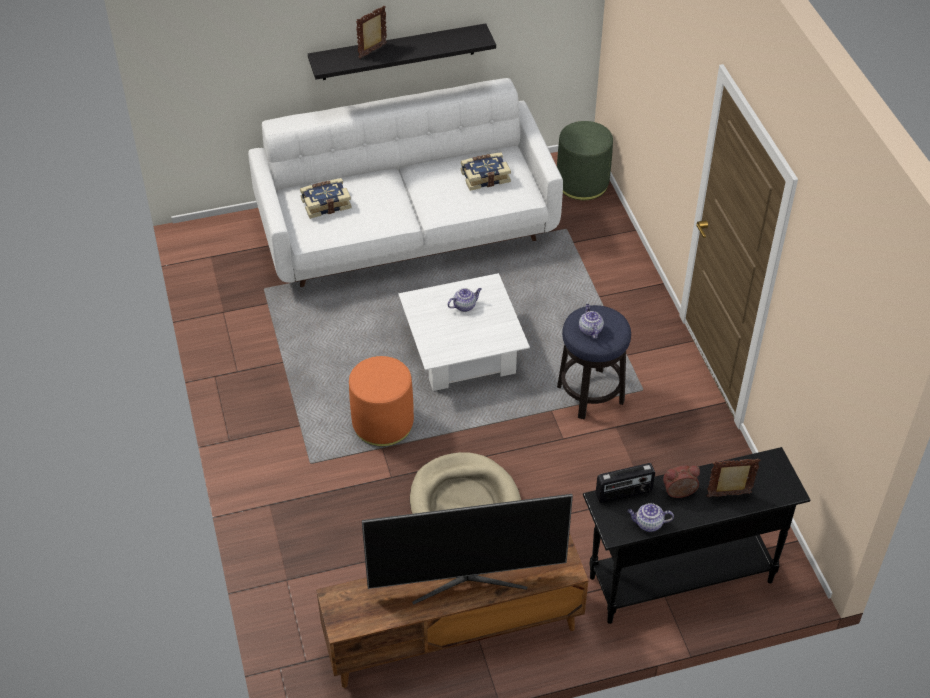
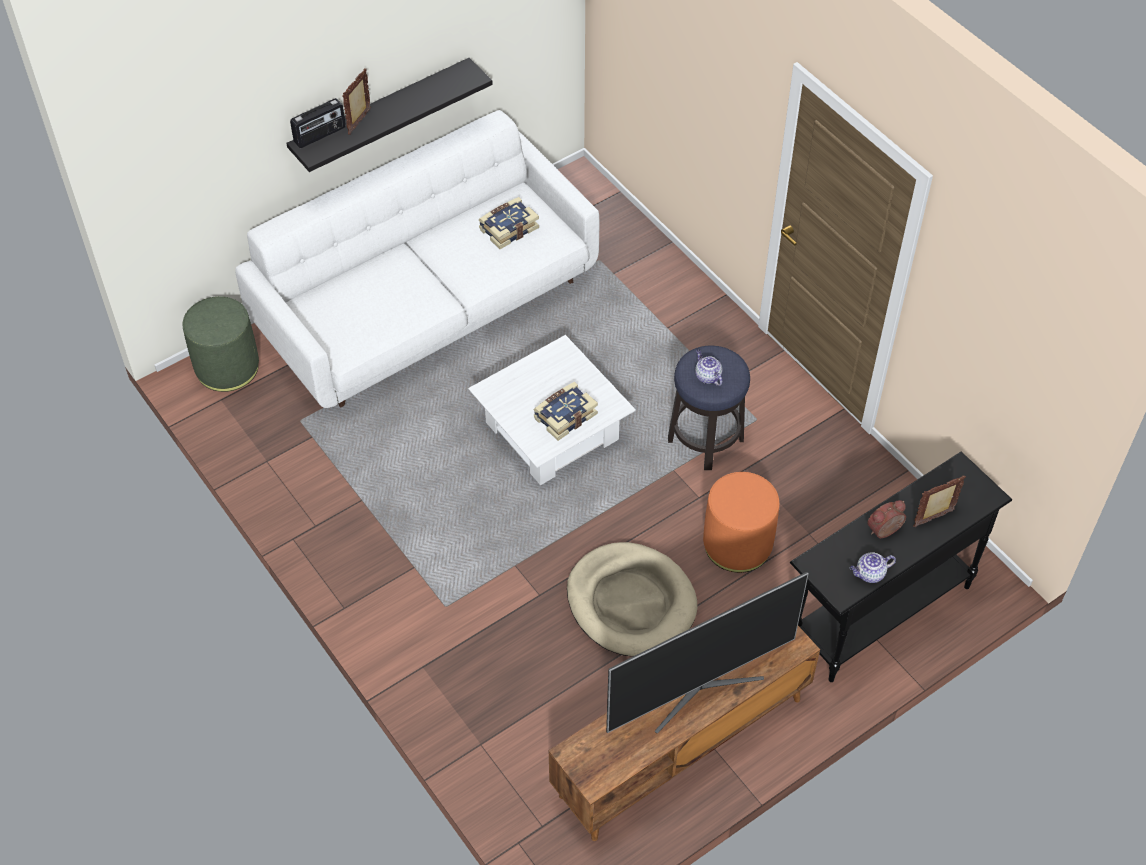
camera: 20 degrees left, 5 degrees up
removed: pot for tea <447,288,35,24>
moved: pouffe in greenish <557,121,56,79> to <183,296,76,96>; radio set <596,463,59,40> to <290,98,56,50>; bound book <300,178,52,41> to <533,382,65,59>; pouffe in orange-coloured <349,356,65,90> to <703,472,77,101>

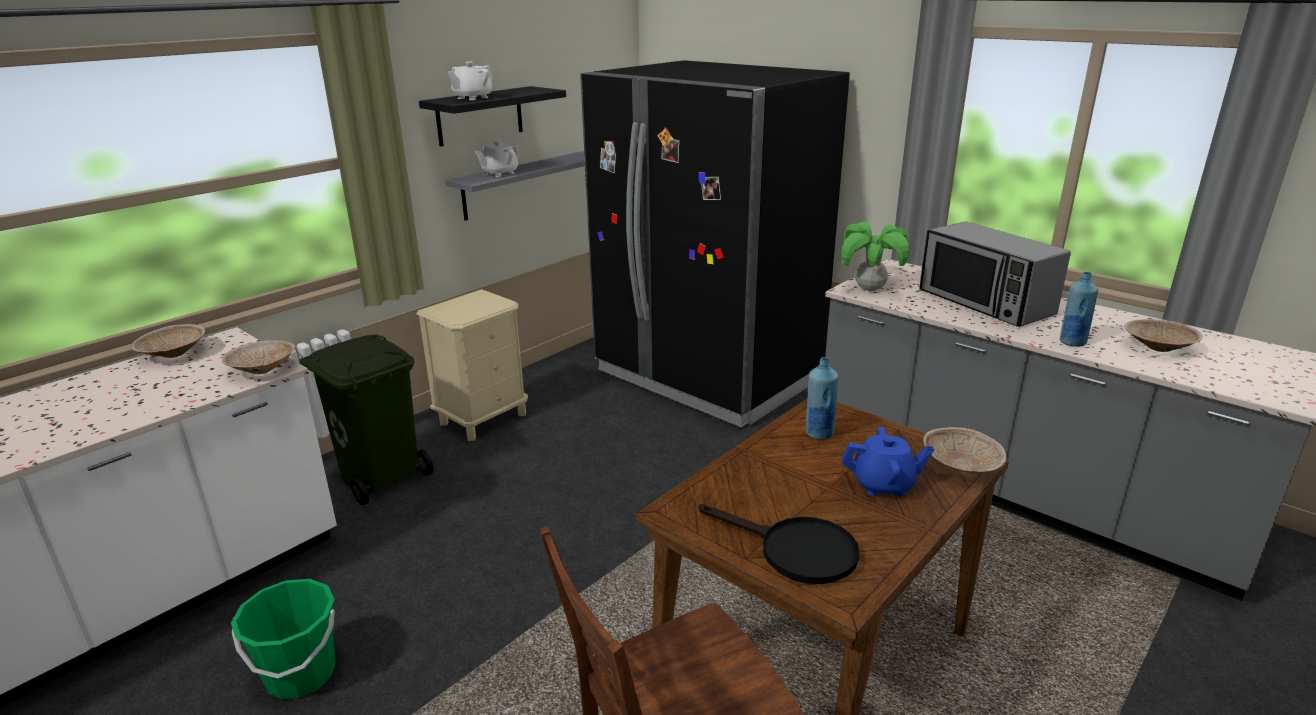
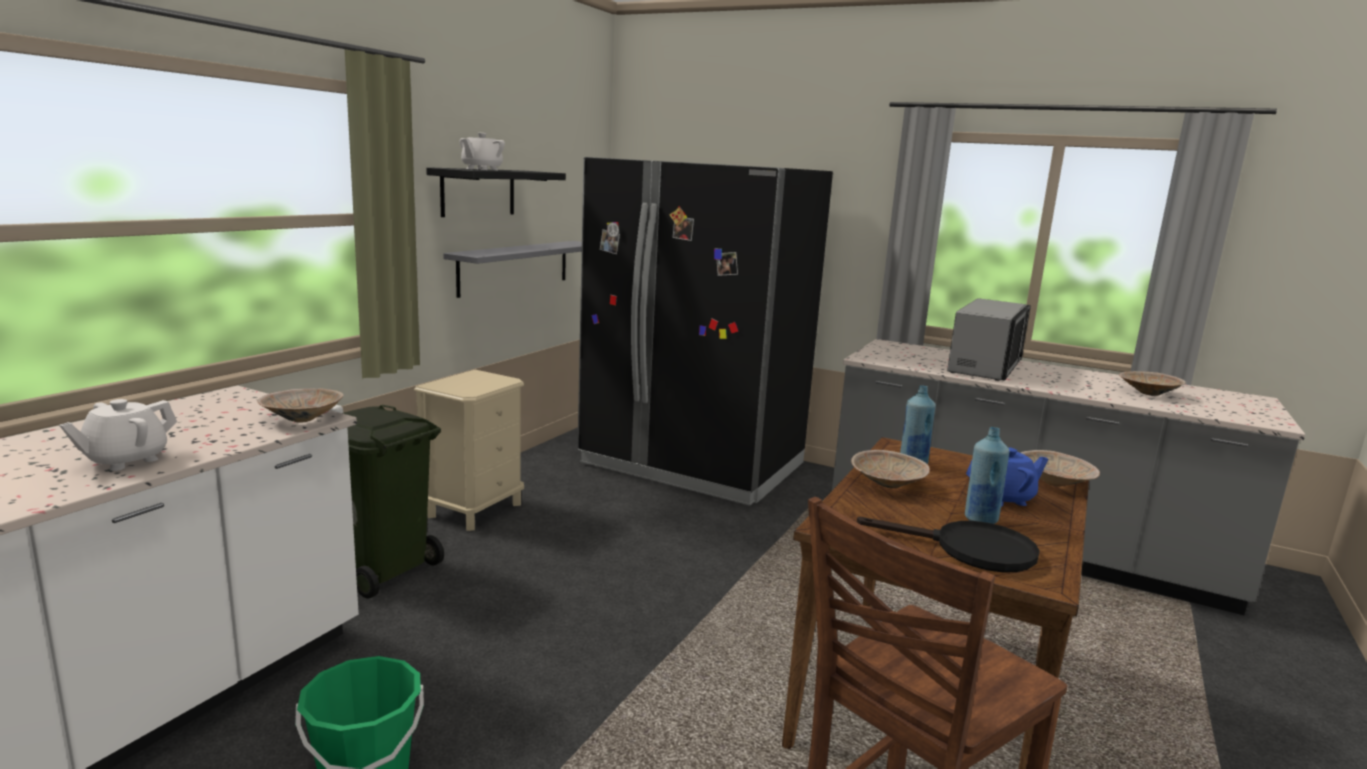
camera: 15 degrees left, 10 degrees down
removed: houseplant <841,222,68,69>
moved: pot for tea in white-coloured <475,141,46,36> to <59,399,118,72>; deep dish in beige-coloured <131,324,74,34> to <851,450,79,38>; drink bottle in blue <1060,272,38,75> to <965,427,44,97>
turned: microwave oven <919,221,152,106> = <947,298,84,83> 105 degrees counterclockwise

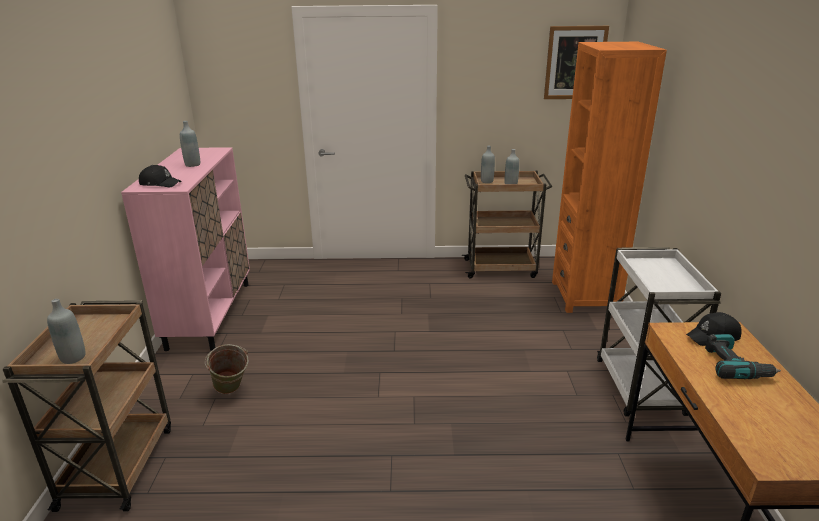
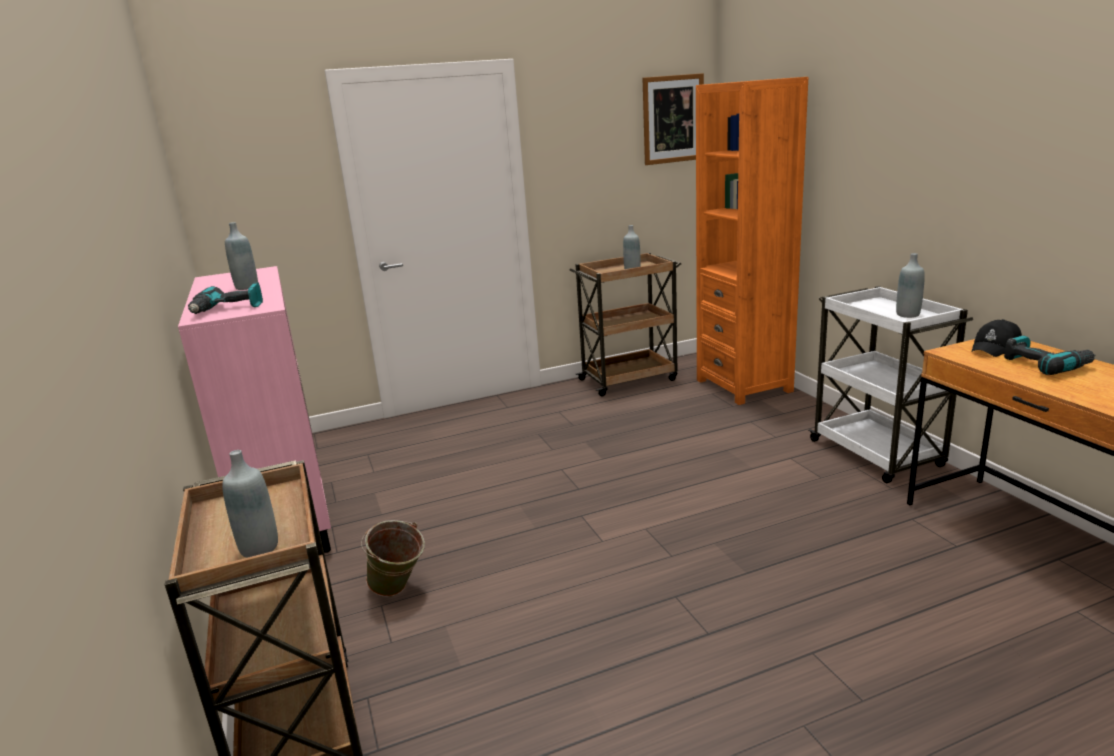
camera: 20 degrees left, 5 degrees down
moved: drink bottle in grey <481,146,14,37> to <896,253,29,65>
replaced: cap in blackish <139,165,42,22> to drill <188,282,75,32>

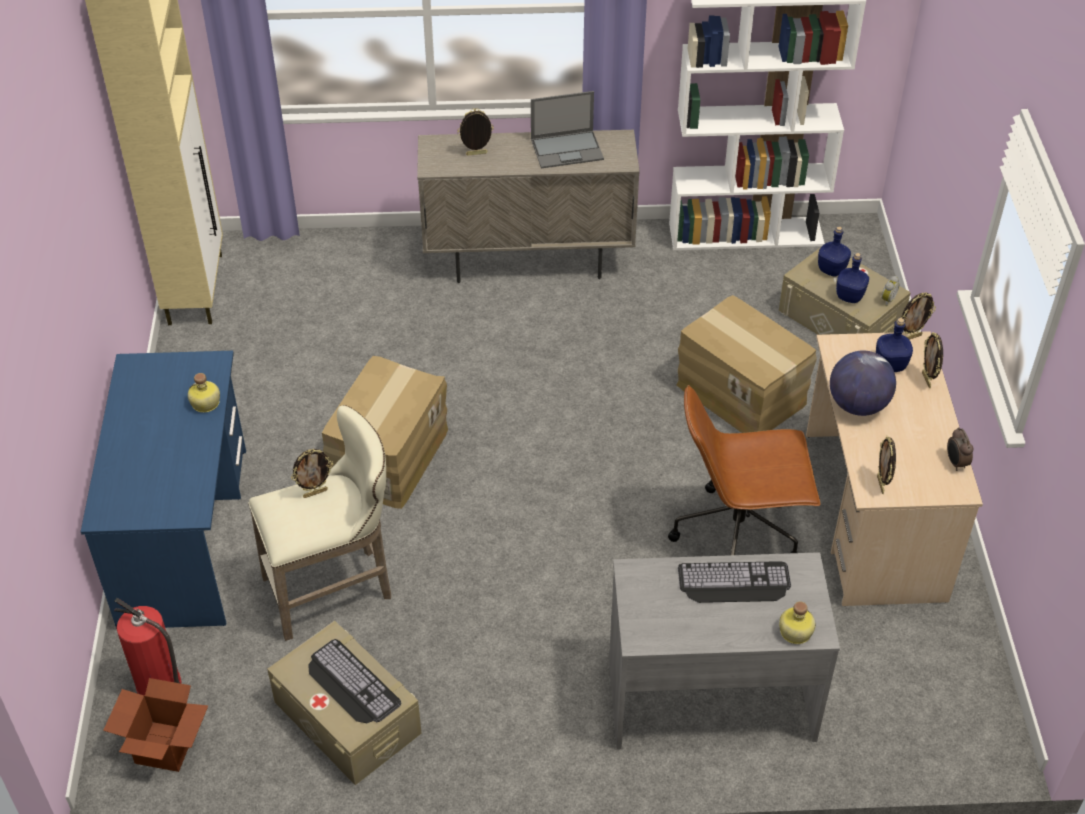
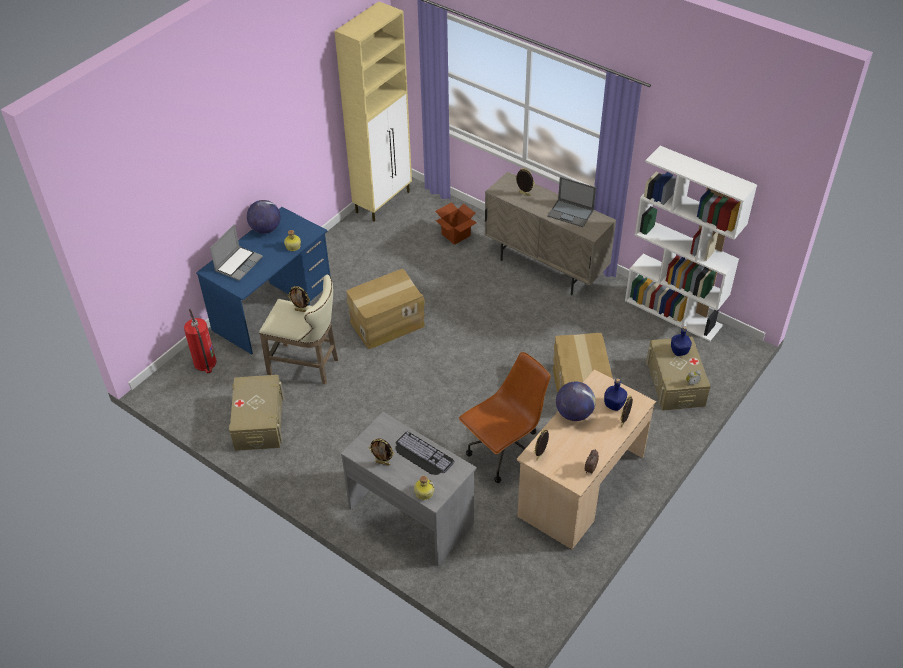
camera: 40 degrees right, 0 degrees up
removed: PC keyboard <308,639,94,84>; drink bottle in blue <836,253,33,50>
added: notebook computer <210,224,53,57>; globe <247,200,34,34>
moved: photo frame <901,293,35,47> to <368,438,26,27>; cardboard box <103,678,105,94> to <435,202,42,43>
turned: computer chair in brownish <668,385,153,170> = <459,352,92,131> 105 degrees clockwise

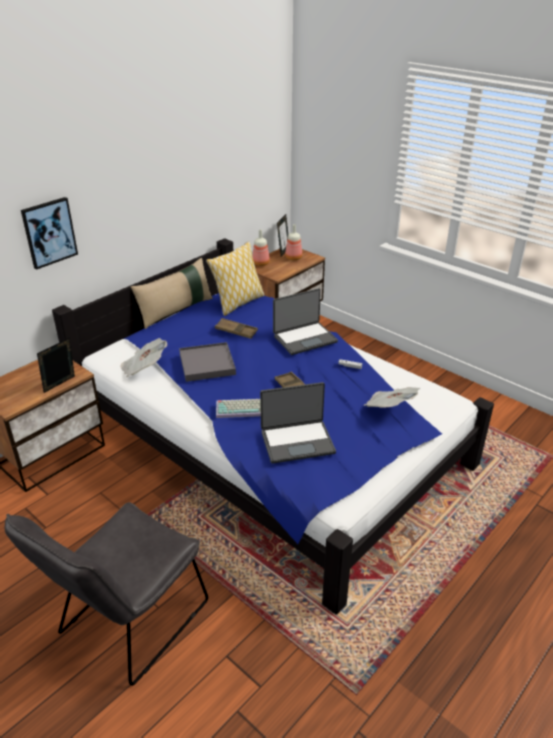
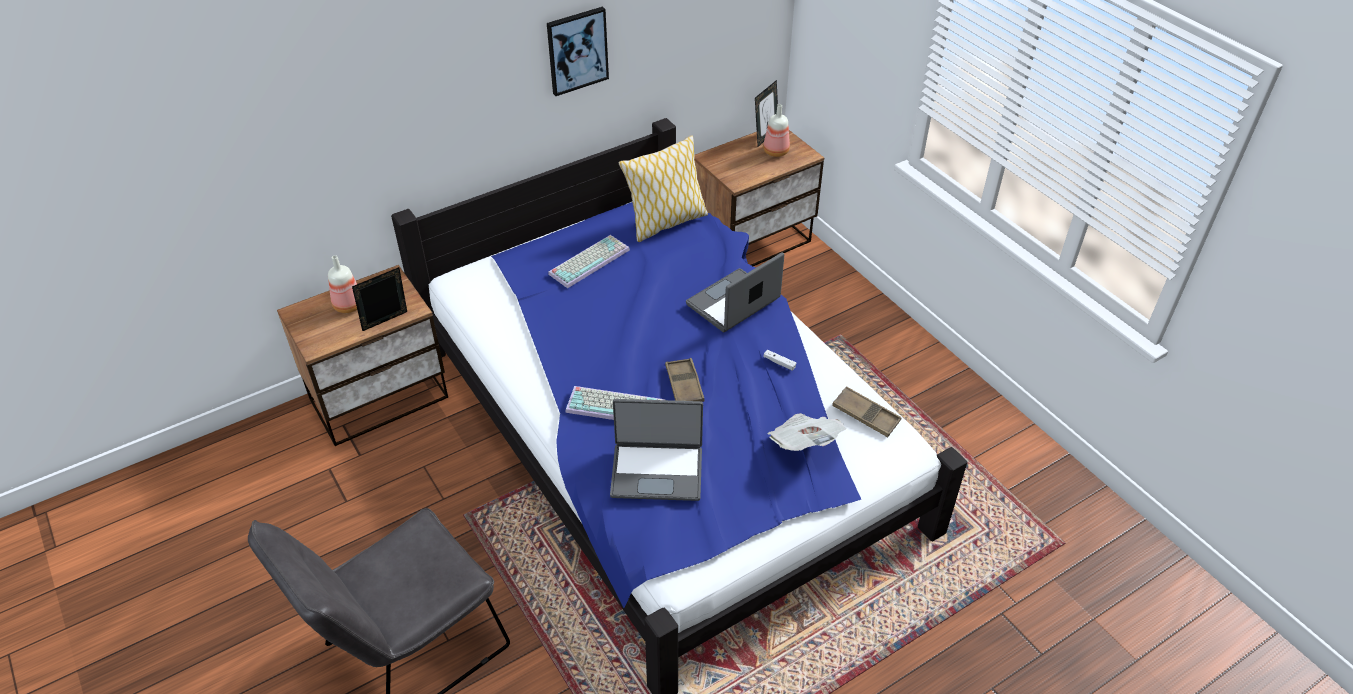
camera: 15 degrees right, 10 degrees up
removed: daily paper <120,338,47,39>; throw pillow in beige-coloured <131,258,82,71>; tray in grey <179,342,57,40>
added: PC keyboard <548,235,82,53>
moved: drink bottle <252,229,18,37> to <328,255,29,58>; wall art <21,197,57,72> to <547,7,62,89>; tray in brownish <215,318,43,21> to <832,386,69,51>
turned: notebook computer <273,288,65,67> = <686,252,98,80> 150 degrees clockwise

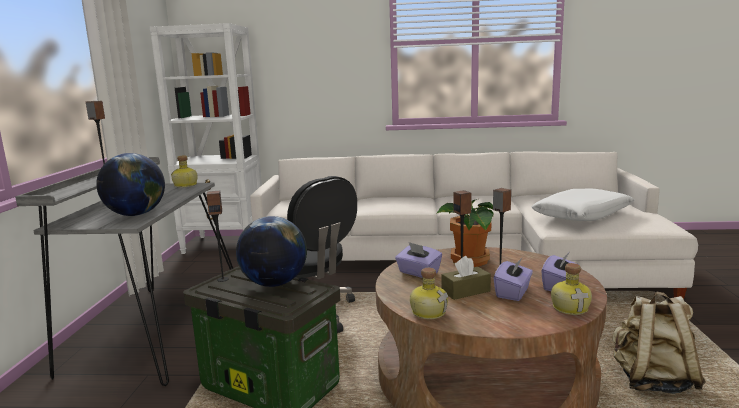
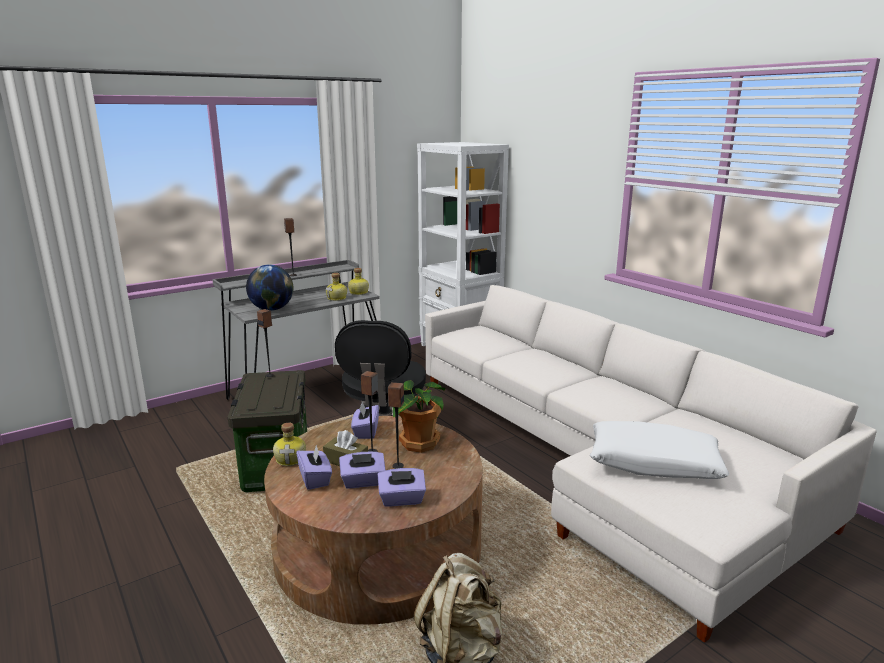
camera: 50 degrees right, 5 degrees up
removed: globe <236,216,71,71>
added: box of tissues in purple <296,444,36,46>
moved: drink bottle <551,263,41,52> to <326,273,21,28>

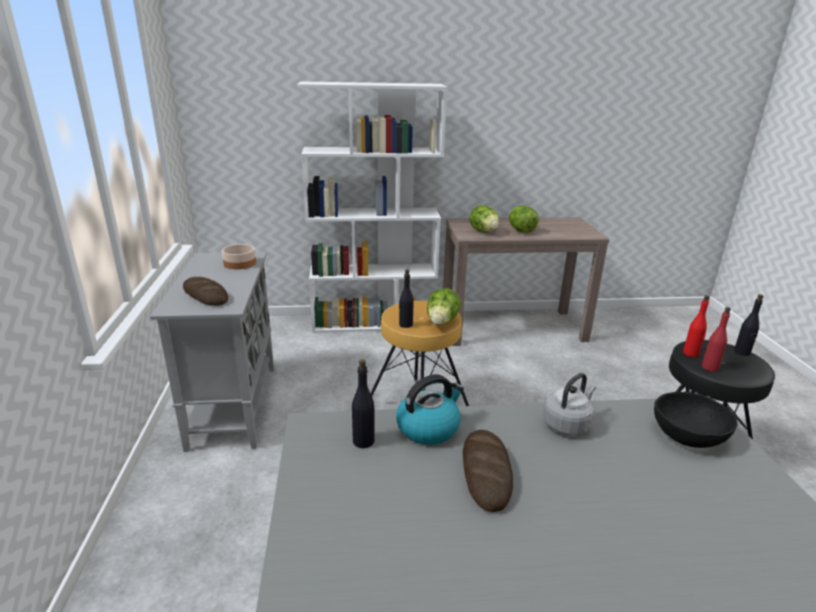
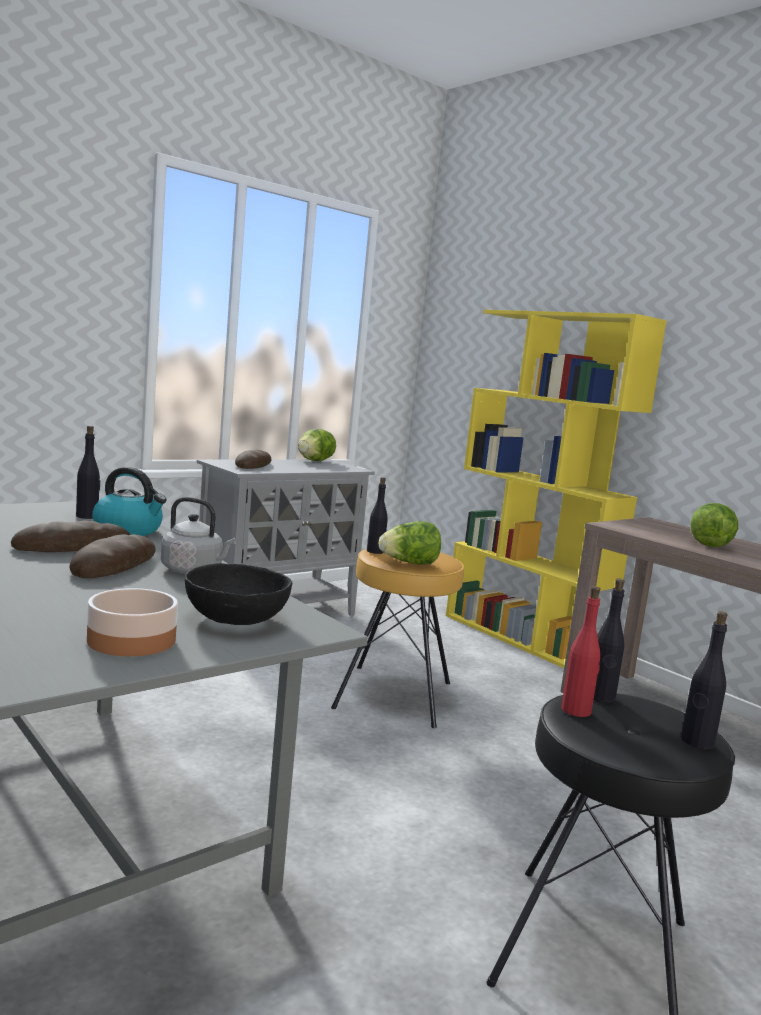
camera: 55 degrees right, 15 degrees down
added: bread <70,534,86,44>
moved: deep dish <222,244,34,25> to <87,588,91,68>; lettuce <469,205,30,28> to <298,429,38,32>
recoloured: bookshelf in white-coloured <297,81,150,252> to bookshelf in yellow <446,310,221,358>; drink bottle in red <683,295,26,62> to drink bottle in blackish <594,578,31,125>

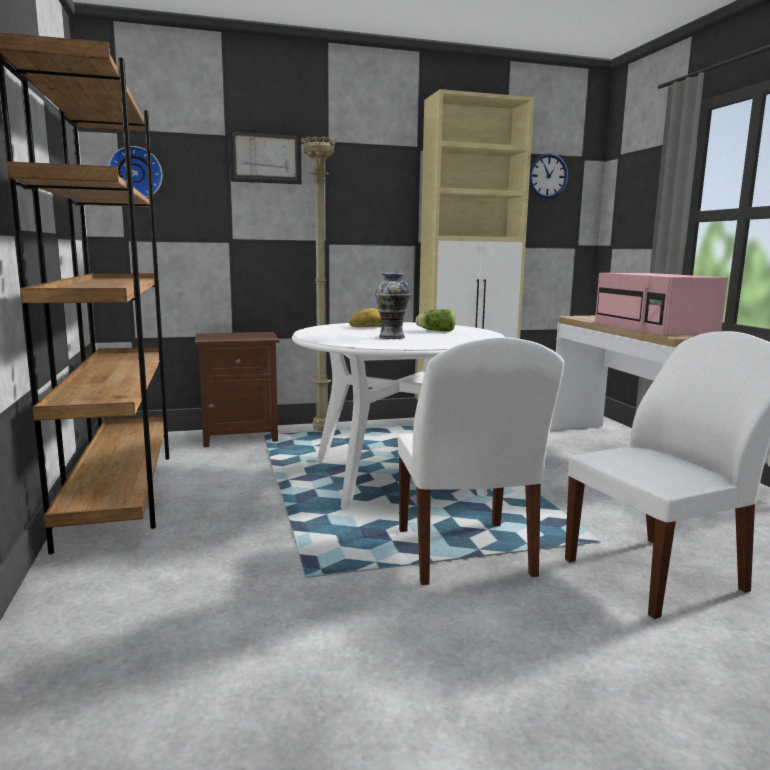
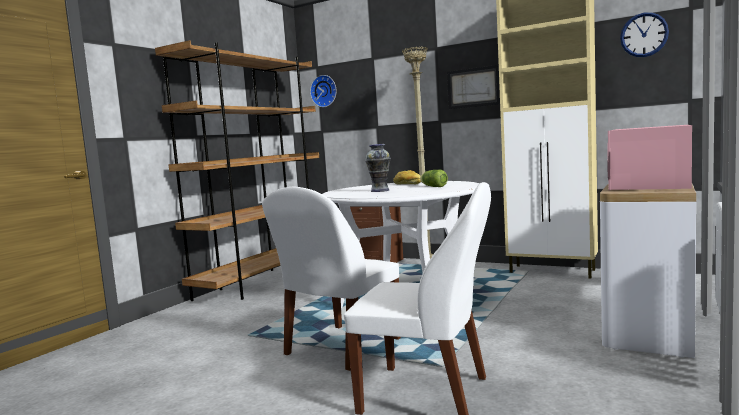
camera: 45 degrees right, 5 degrees down
moved: wall art <229,128,73,56> to <447,65,53,44>

